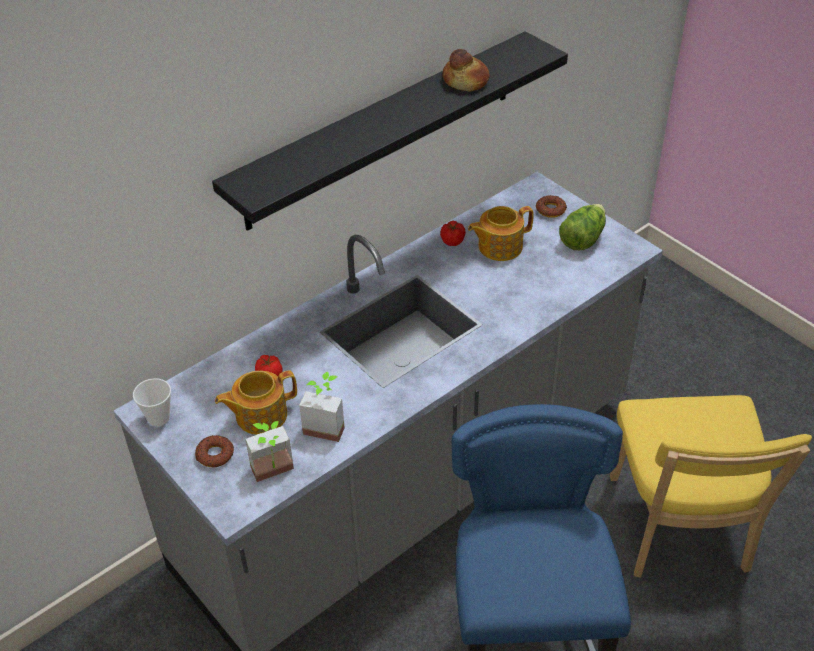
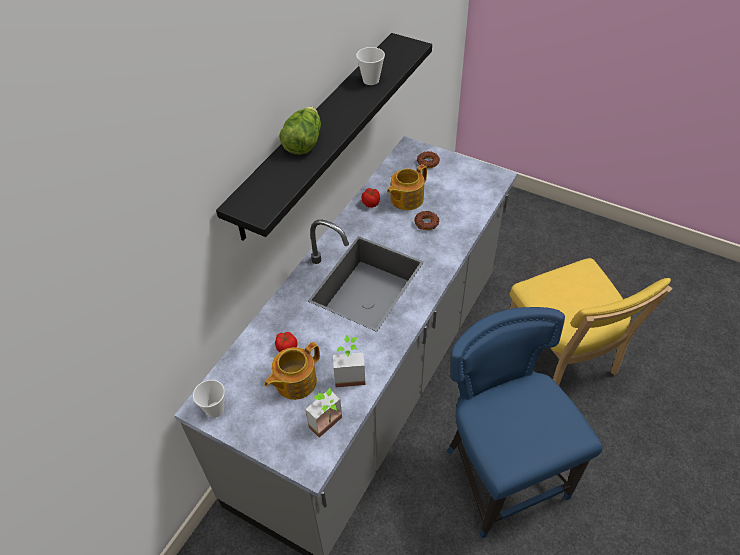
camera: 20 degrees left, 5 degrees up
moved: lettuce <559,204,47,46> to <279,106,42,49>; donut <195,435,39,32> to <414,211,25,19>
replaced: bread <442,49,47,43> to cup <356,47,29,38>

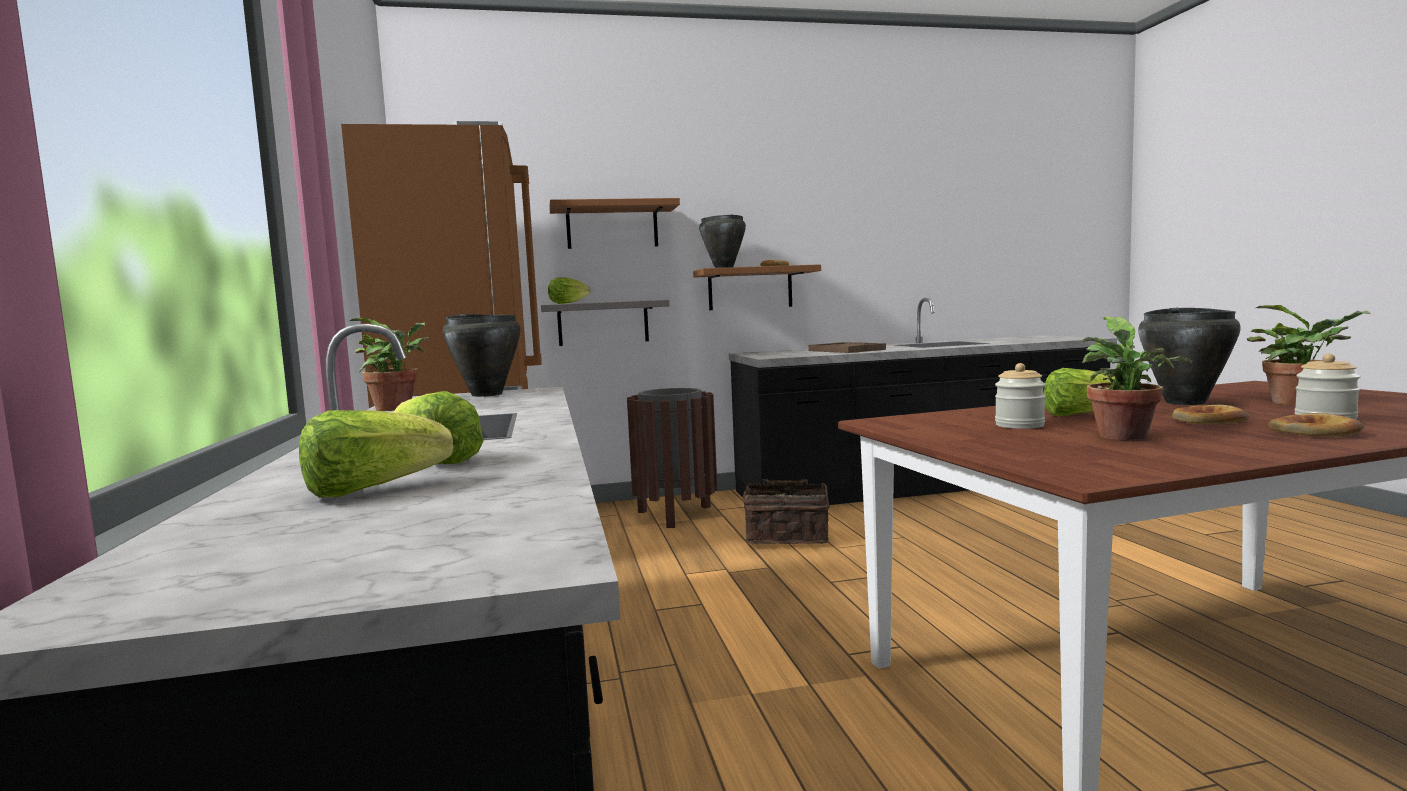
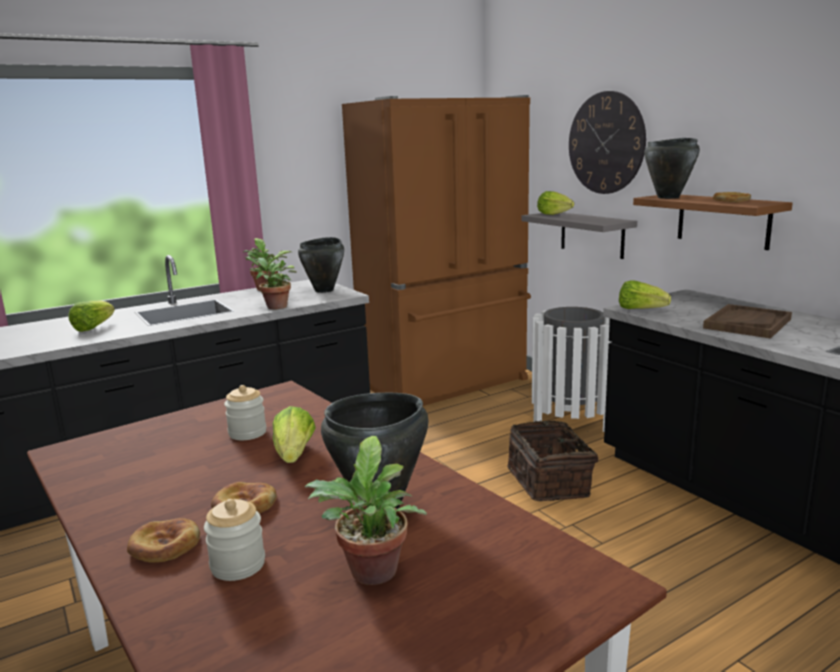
camera: 70 degrees right, 10 degrees up
moved: houseplant <1082,317,111,123> to <244,251,53,58>; lettuce <299,410,154,88> to <619,280,52,29>
replaced: wall shelf in brownish <549,198,131,51> to hanging clock <569,91,77,103>
recoloured: trash can in brownish <627,388,90,140> to trash can in white-coloured <532,307,80,125>

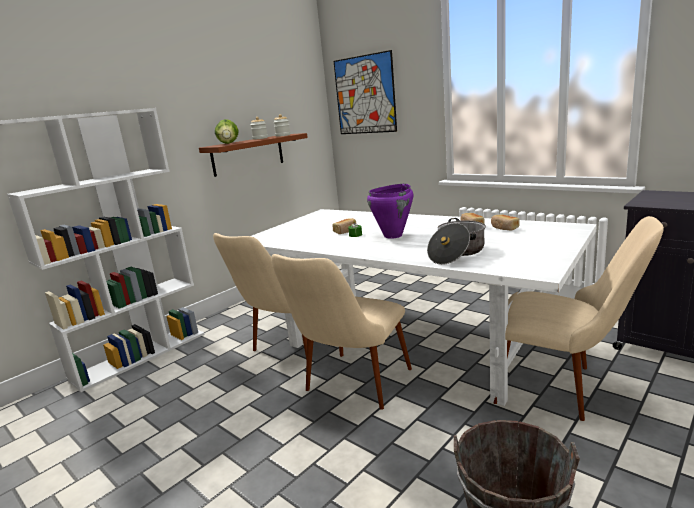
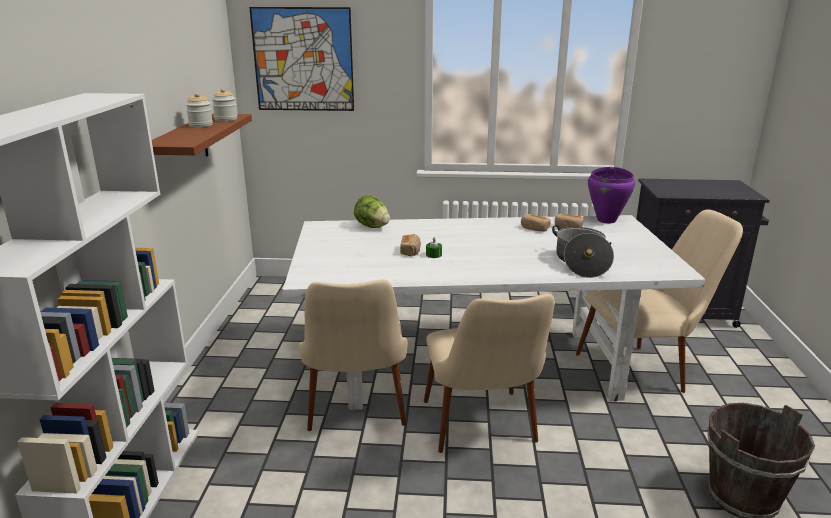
camera: 40 degrees left, 5 degrees up
moved: lettuce <215,119,24,25> to <354,195,36,33>; cooking pot in purple <367,184,46,55> to <588,167,47,56>

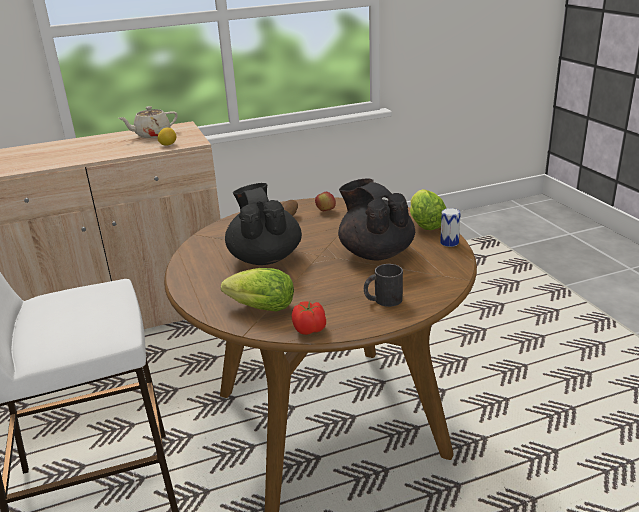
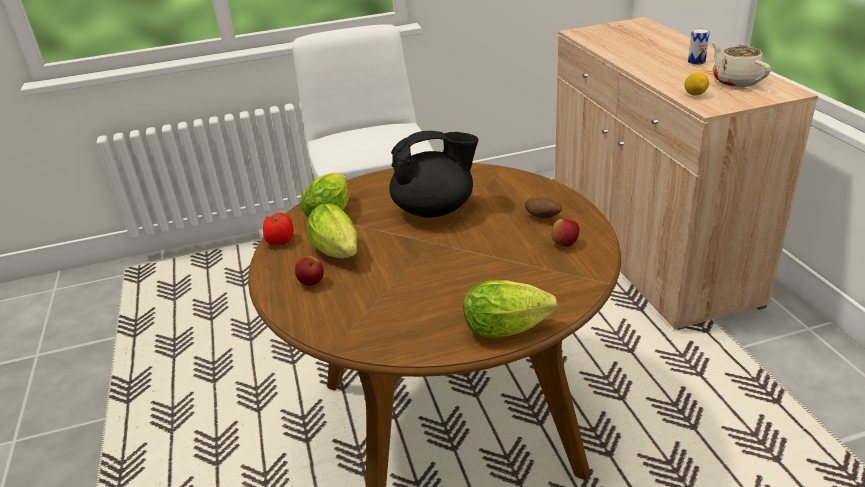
camera: 95 degrees right, 5 degrees up
removed: pot for tea in blackish <338,178,77,82>
added: lettuce <307,203,50,55>
moved: metal can <440,208,21,39> to <688,29,22,36>
replaced: mug in blackish <364,264,39,43> to apple fruit <295,256,29,30>

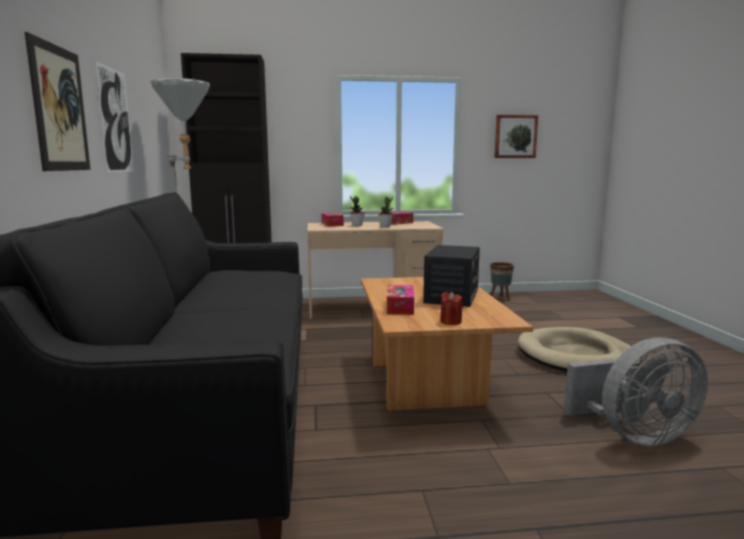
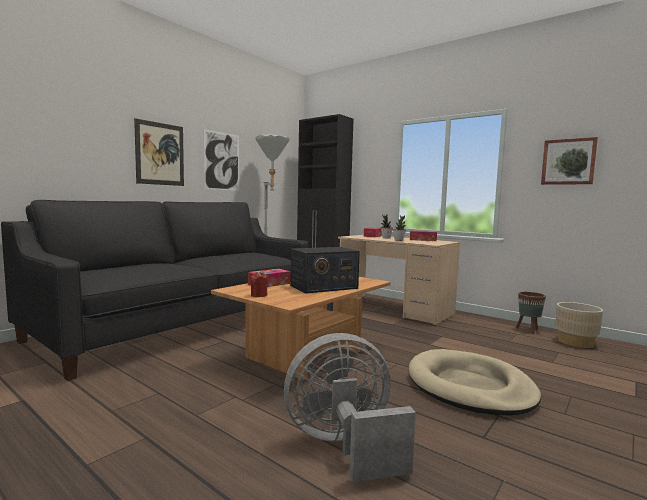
camera: 45 degrees right, 5 degrees down
added: planter in beige-coloured <556,302,47,46>
turned: cooling fan in grey <564,338,144,108> = <284,333,132,150> 135 degrees clockwise

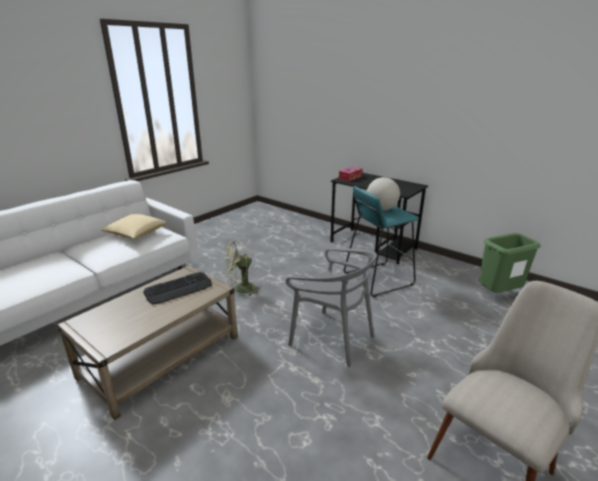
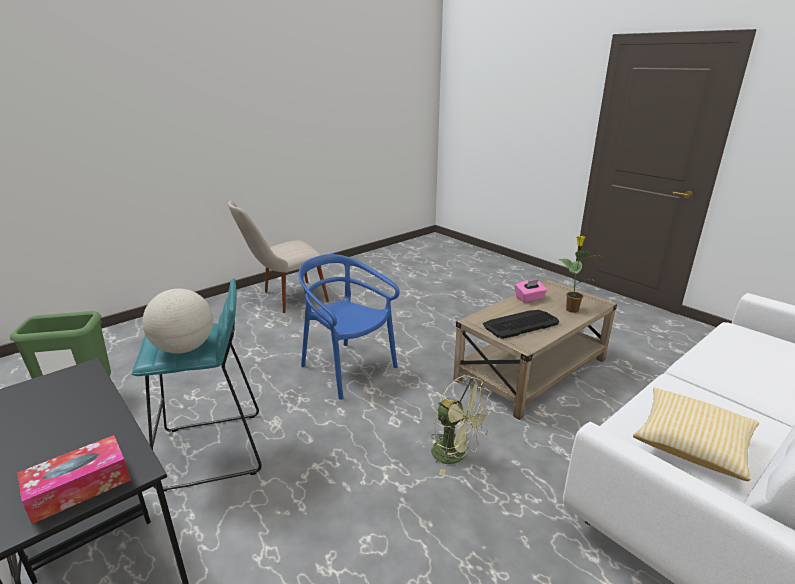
camera: 170 degrees left, 0 degrees up
added: box of tissues in pink <515,280,32,23>; houseplant <559,236,44,77>
recoloured: chair in grey <286,247,91,120> to chair in blue <299,254,101,146>
turned: cooling fan in greenish <222,240,39,56> = <431,376,61,100> 60 degrees clockwise

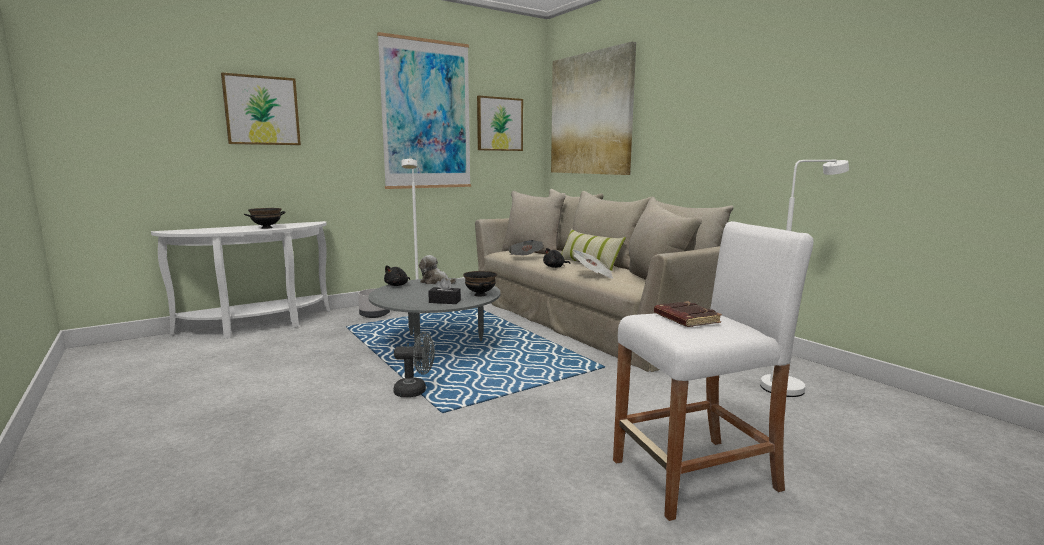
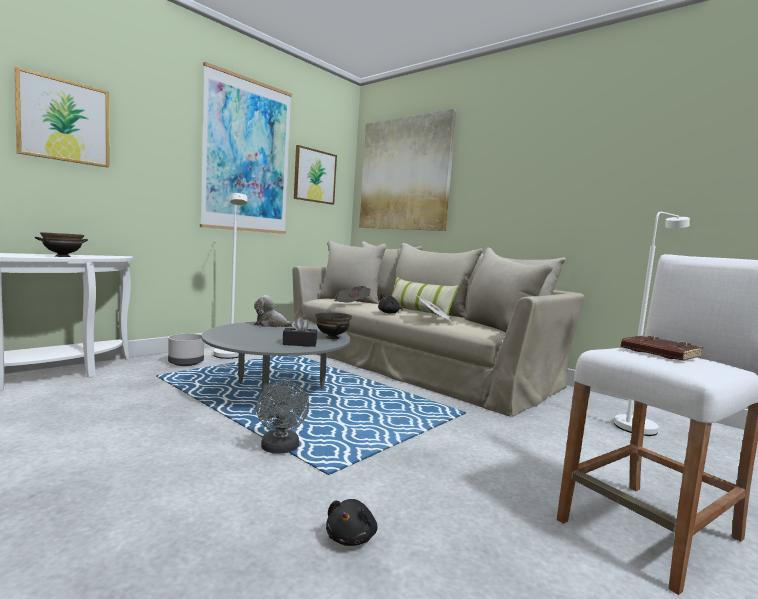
camera: 15 degrees left, 5 degrees down
moved: cuddly toy in blackish <384,266,26,20> to <326,499,51,47>
turned: cooling fan in grey <394,332,41,65> = <256,381,53,72> 90 degrees clockwise

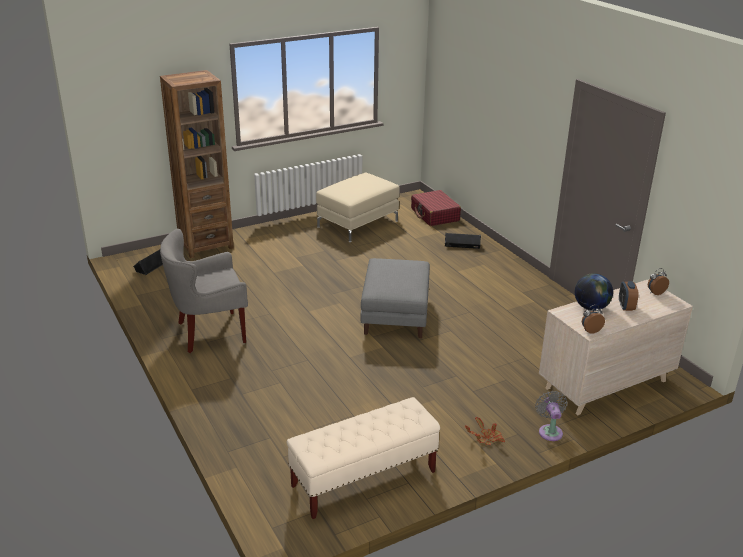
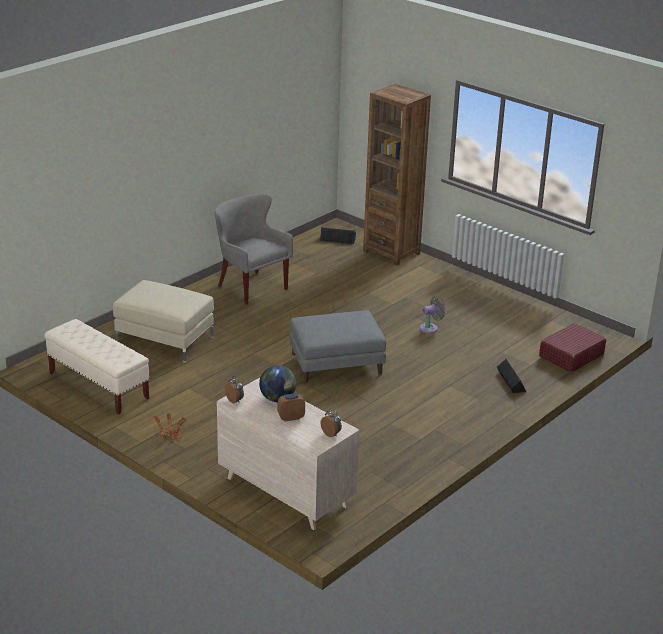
camera: 70 degrees right, 0 degrees up
moved: pouffe in beige-coloured <316,172,84,70> to <113,280,101,82>; cooling fan in grey <535,391,33,50> to <419,296,26,37>

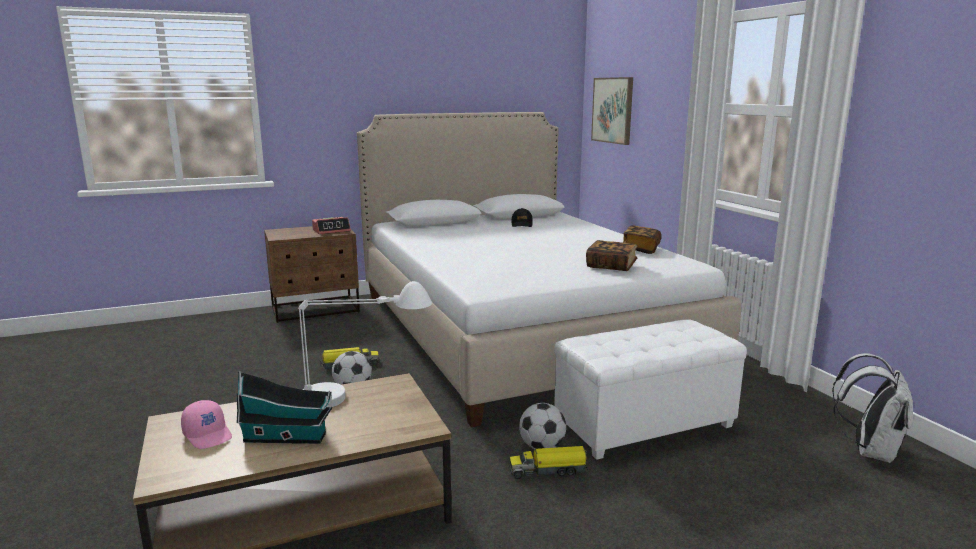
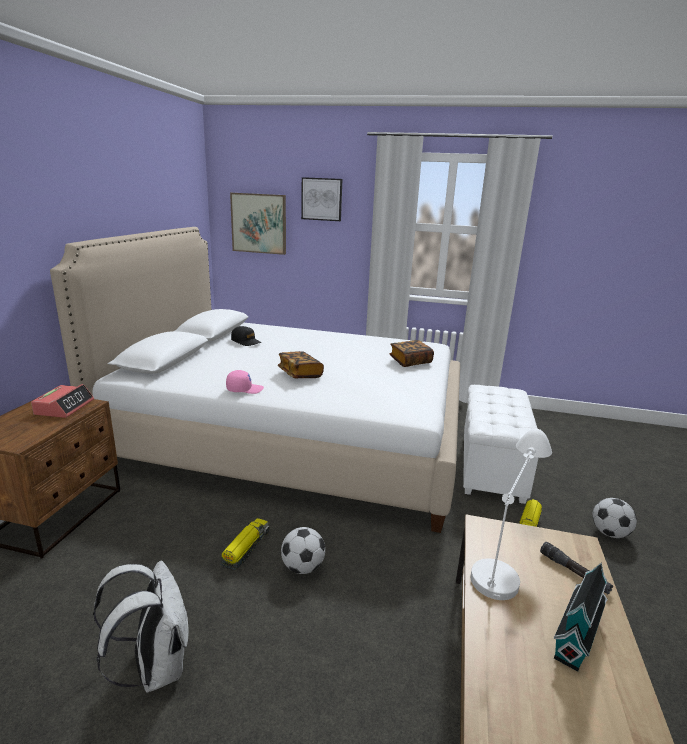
camera: 55 degrees left, 5 degrees up
added: wall art <301,177,41,44>; hand torch in blackish <540,542,73,52>
moved: backpack in white-coloured <832,353,81,110> to <93,561,96,132>; cap in pink <181,400,51,49> to <226,370,38,24>; bound book <623,226,38,28> to <278,351,46,27>; football <519,403,47,46> to <593,498,44,40>

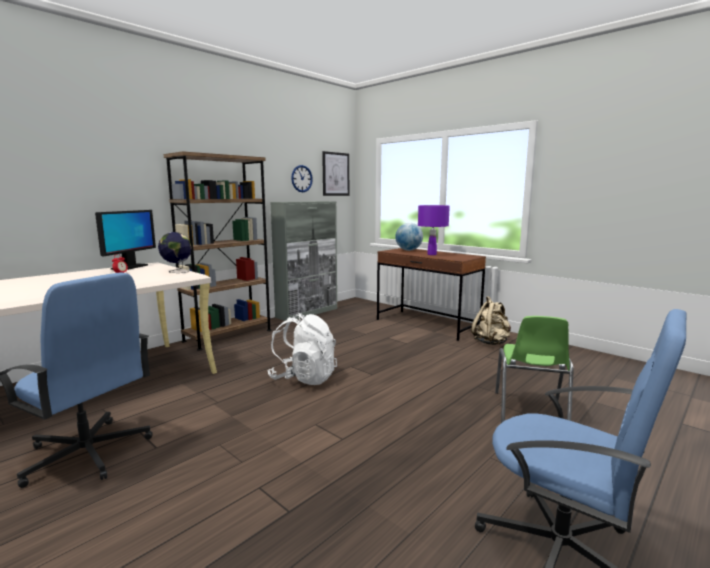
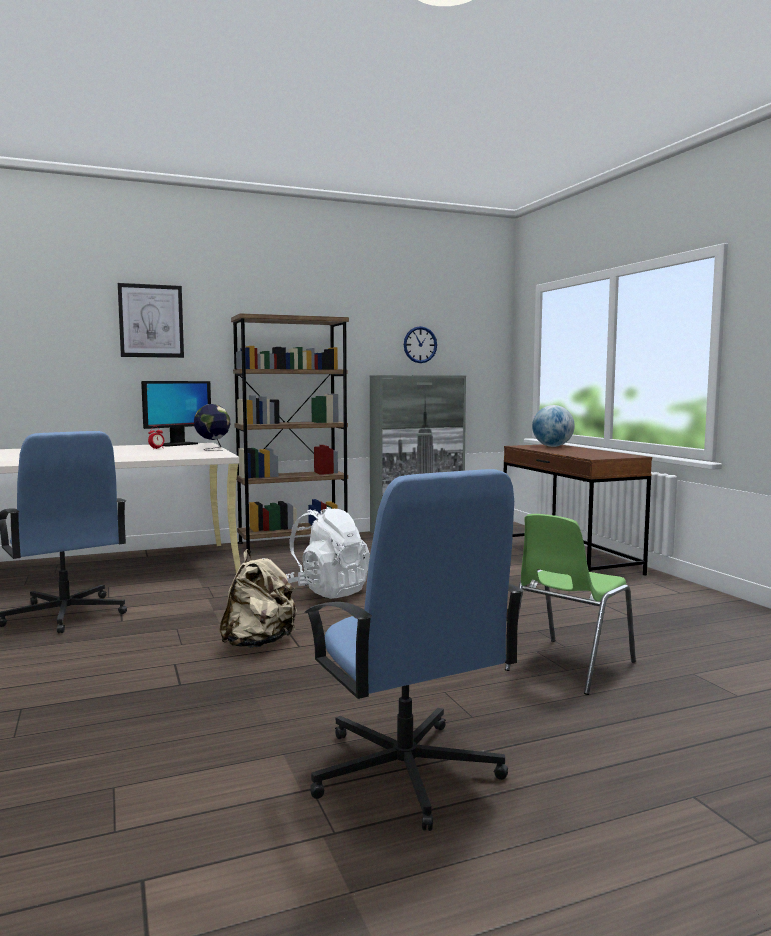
camera: 25 degrees right, 5 degrees down
removed: lamp for a table in purple <418,205,32,50>
moved: wall art <322,151,27,45> to <118,283,66,75>; backpack in beige-coloured <471,296,40,49> to <220,549,77,99>

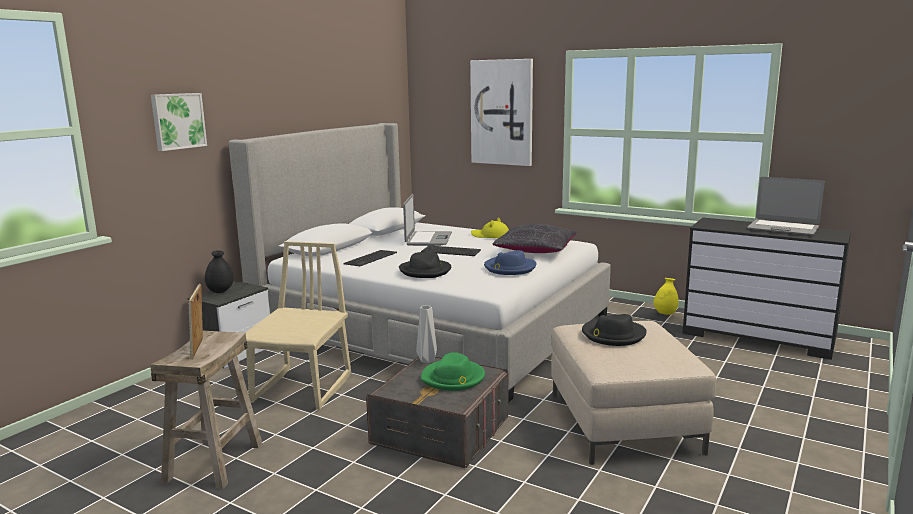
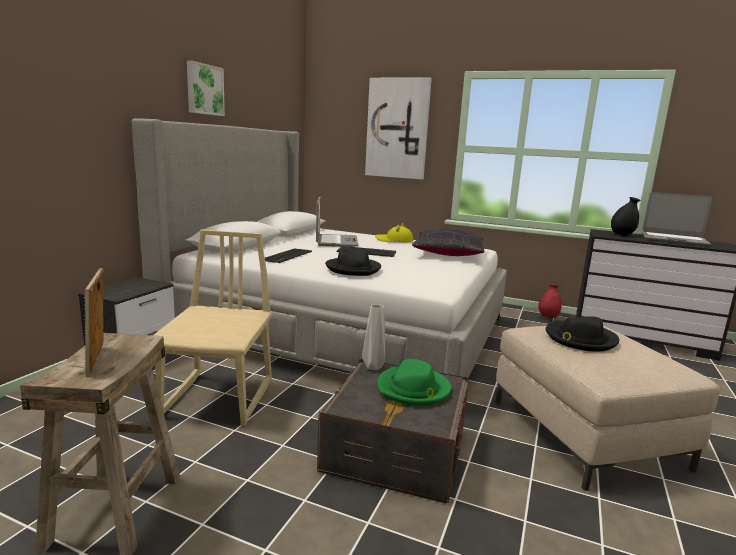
camera: 10 degrees left, 0 degrees up
removed: clothing hat in blue <484,250,53,25>
moved: wall art <151,93,56,58> to <187,60,38,56>; vase in blackish <205,250,29,43> to <611,197,29,39>
recoloured: vase in yellow <653,278,25,37> to vase in red <538,284,23,34>

